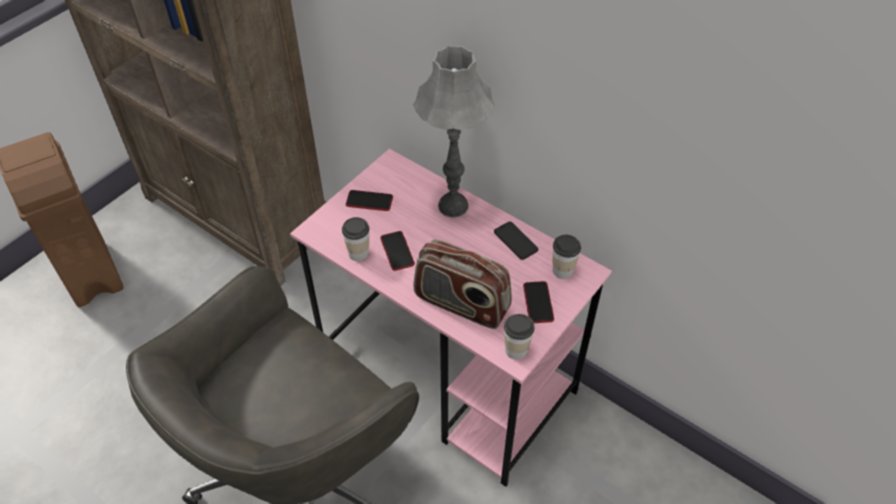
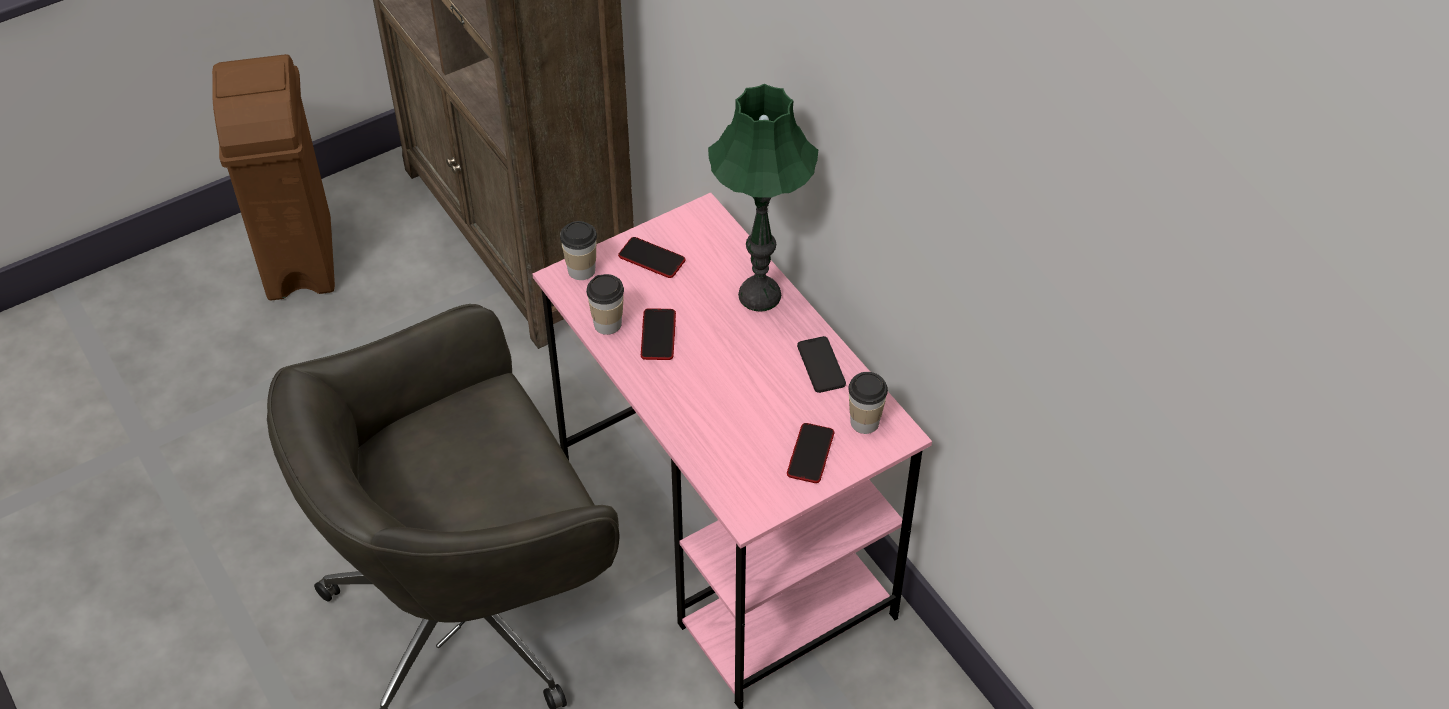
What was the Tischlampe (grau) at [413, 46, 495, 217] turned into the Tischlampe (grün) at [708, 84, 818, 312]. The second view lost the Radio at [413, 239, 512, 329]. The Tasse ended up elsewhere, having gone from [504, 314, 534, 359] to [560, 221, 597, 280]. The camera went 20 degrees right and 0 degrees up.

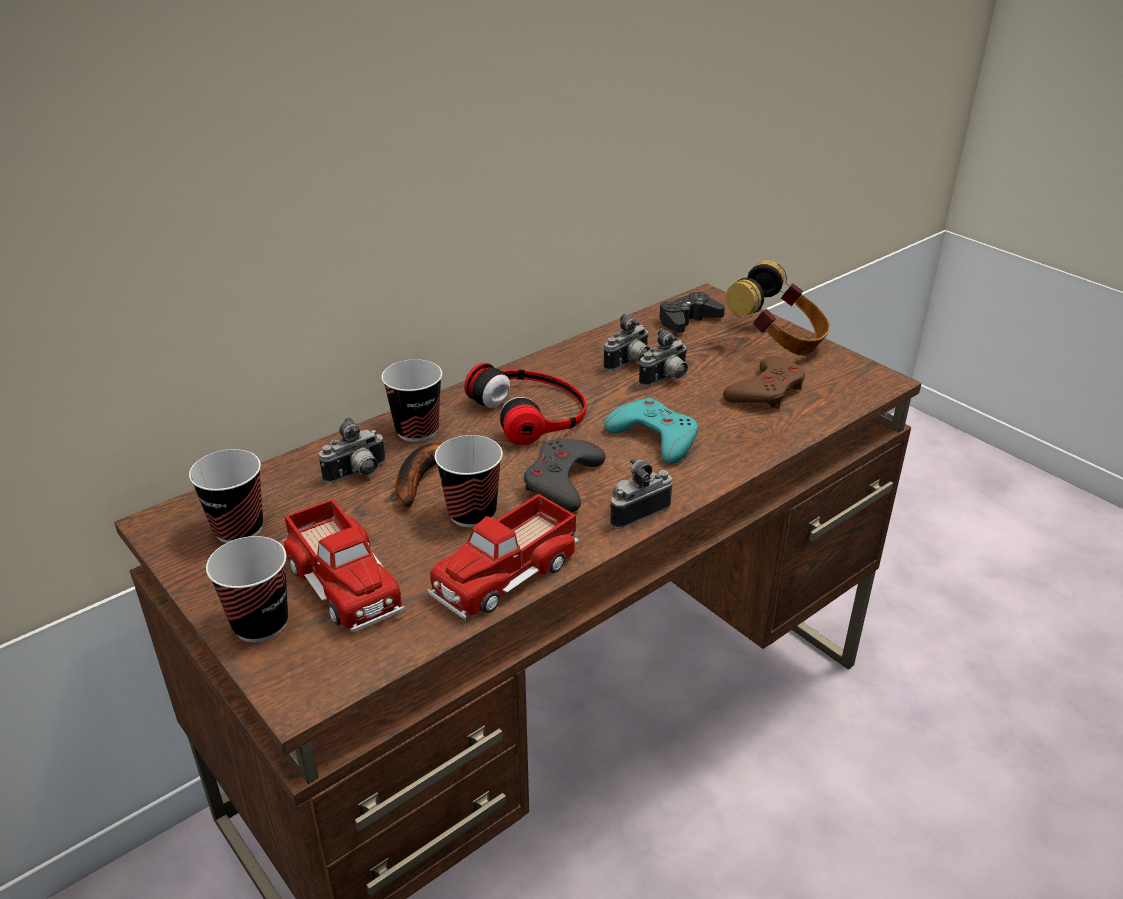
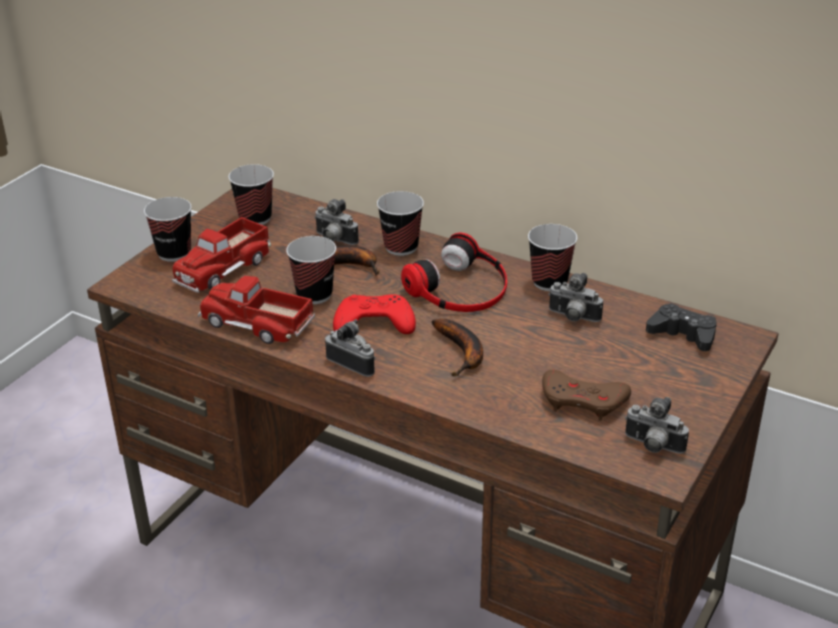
The second view lost the Kopfhörer at [726, 260, 830, 355]. The Kamera ended up elsewhere, having gone from [639, 328, 688, 386] to [625, 397, 689, 454]. Where the Gamepad (türkis) stood at [604, 398, 698, 464], the Banane came to stand at [431, 319, 483, 376]. What was the Gamepad (grau) at [524, 439, 606, 512] turned into the Gamepad (rot) at [333, 294, 416, 334]. The second view gained the Tasse at [528, 224, 577, 291]. The camera went 70 degrees right and 0 degrees up.

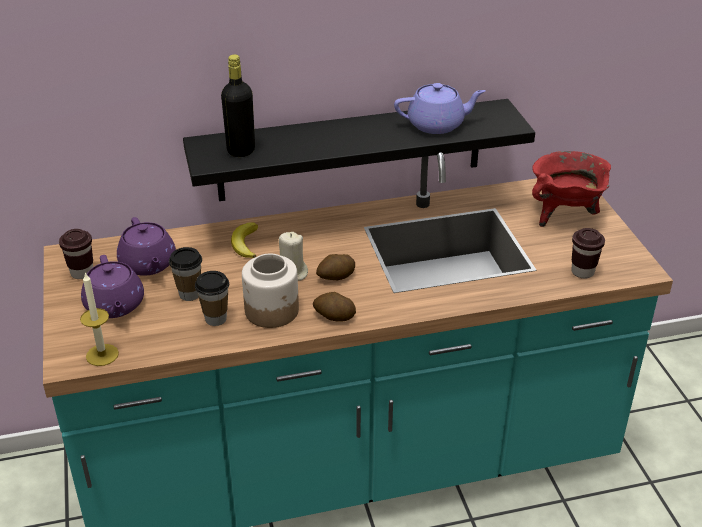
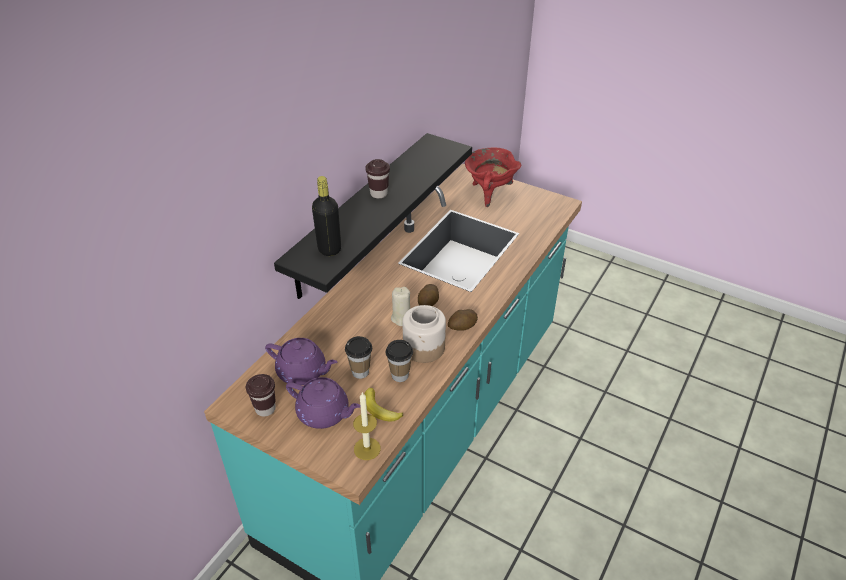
The second view lost the Teekanne (lila) at [394, 83, 486, 134]. The Banane ended up elsewhere, having gone from [231, 222, 258, 258] to [364, 388, 403, 422]. The Tasse (braun) ended up elsewhere, having gone from [571, 228, 605, 278] to [365, 159, 390, 199]. The camera went 45 degrees left and 5 degrees up.

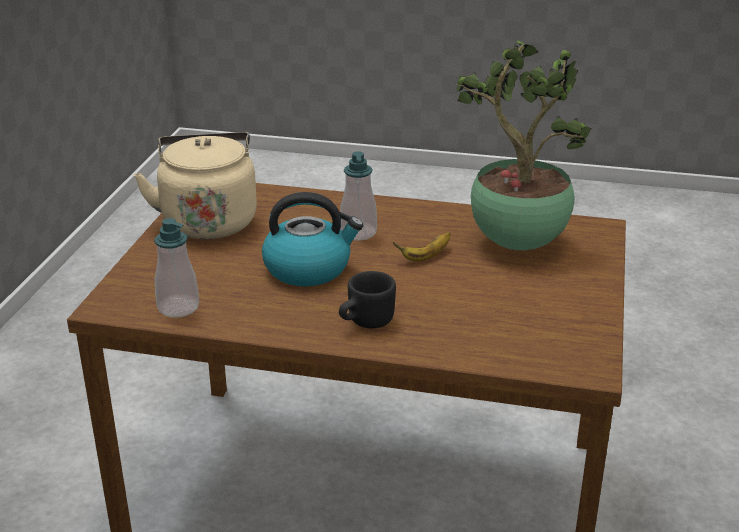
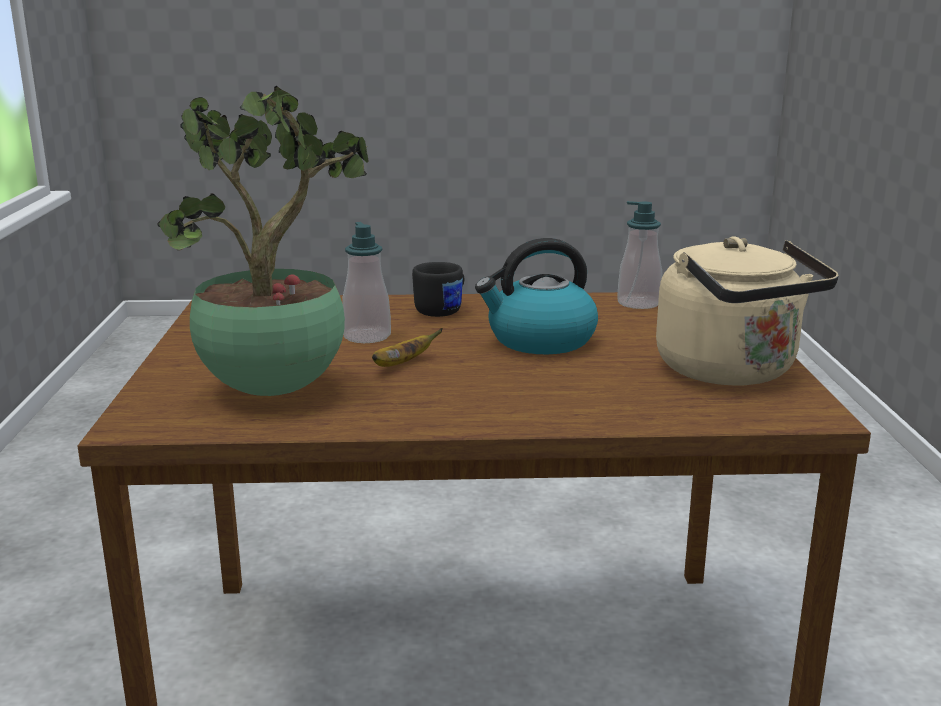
The Seifenspender ended up elsewhere, having gone from [340, 151, 377, 241] to [342, 222, 391, 343]. The camera went 165 degrees right and 10 degrees down.

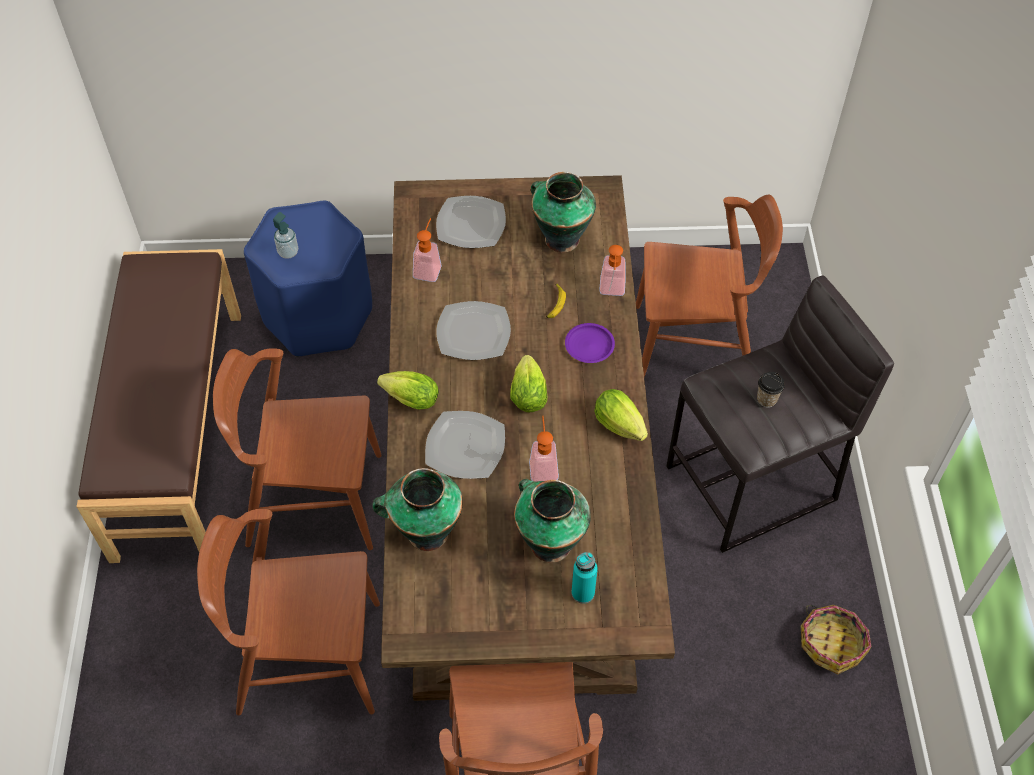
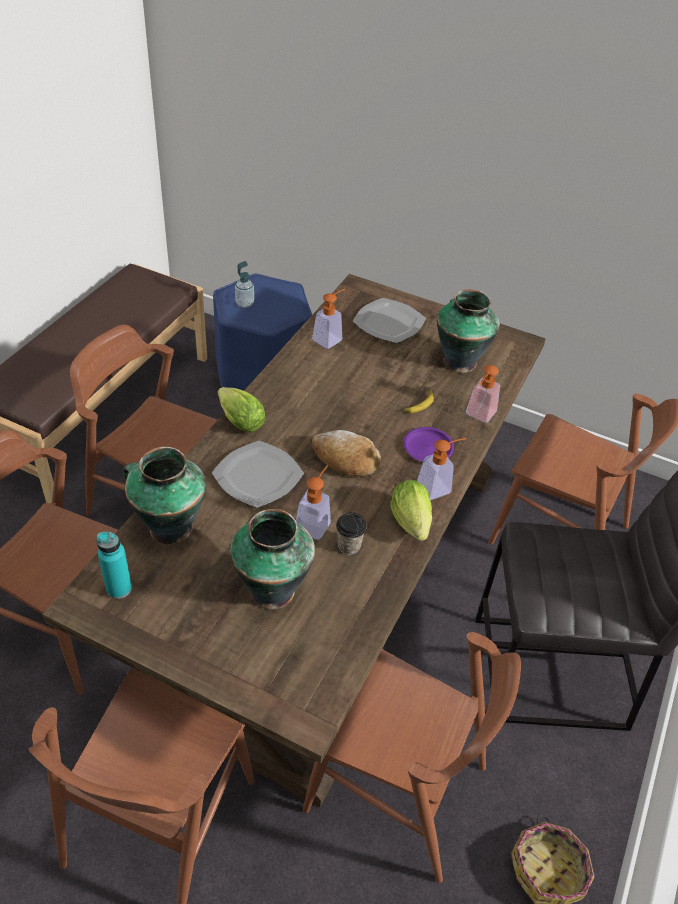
The second view lost the Teller at [436, 301, 511, 360]. Where the Salatkopf stood at [510, 355, 547, 412], the Brot came to stand at [312, 430, 381, 476]. The Tasse ended up elsewhere, having gone from [757, 372, 785, 408] to [336, 512, 366, 555]. The Flasche (türkis) ended up elsewhere, having gone from [571, 552, 598, 604] to [97, 532, 132, 599]. The second view gained the Seifenspender at [417, 438, 466, 500]. The second view gained the Stuhl (braun) at [303, 632, 521, 883]. The camera went 25 degrees right and 10 degrees down.

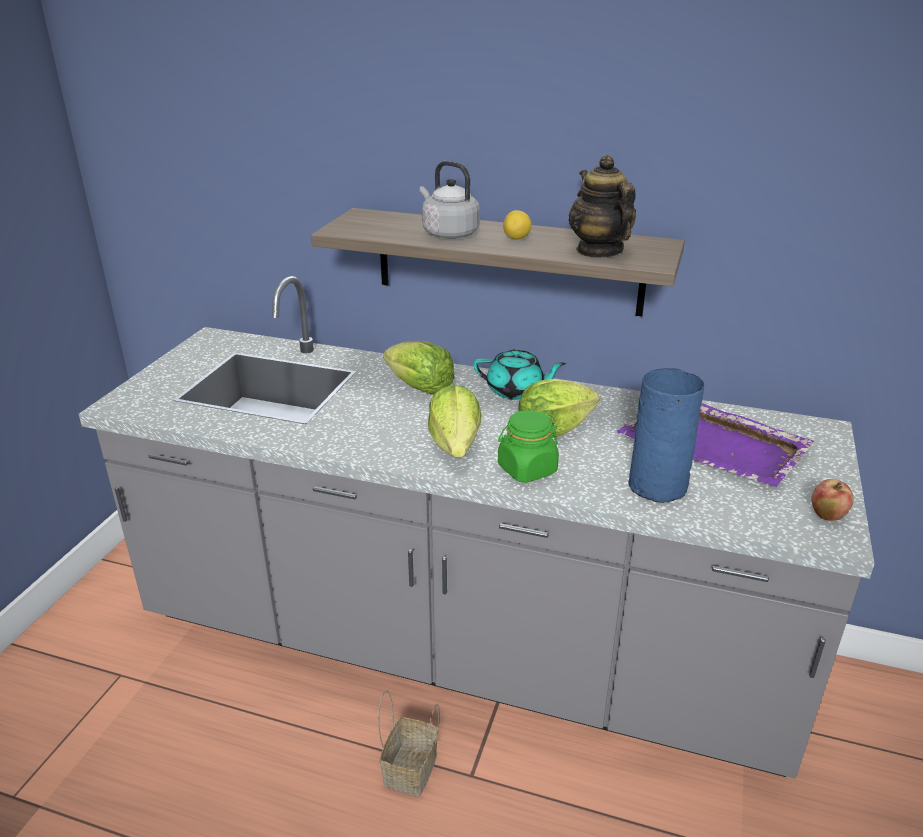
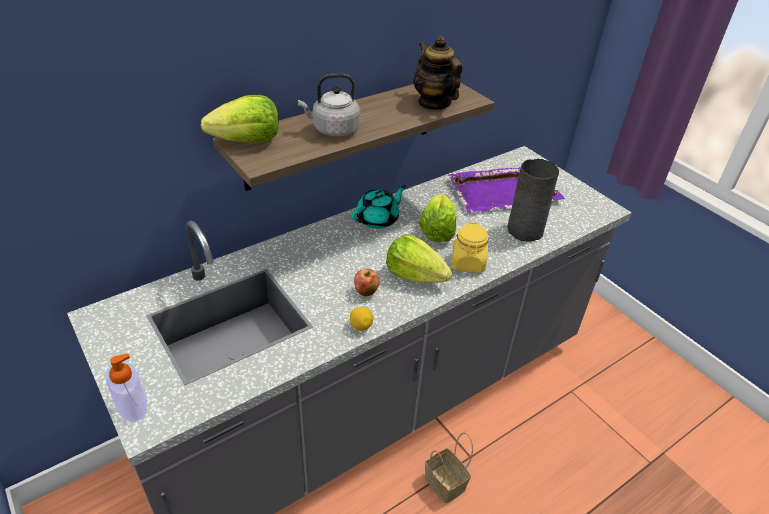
The Teekanne at [568, 155, 636, 258] ended up facing another way, 45 degrees clockwise from before. The Zitrone ended up elsewhere, having gone from [503, 210, 532, 240] to [350, 307, 373, 331]. The Salatkopf ended up elsewhere, having gone from [383, 341, 455, 395] to [201, 95, 279, 143]. What was the Vase (blau) at [629, 368, 704, 503] turned into the Vase (grau) at [507, 159, 559, 242]. What was the Vorratsglas (grün) at [498, 410, 559, 483] turned into the Vorratsglas (gelb) at [452, 222, 489, 273]. The Apfel ended up elsewhere, having gone from [811, 479, 854, 521] to [354, 269, 380, 296]. The second view gained the Seifenspender at [106, 353, 147, 422]. The camera went 55 degrees left and 10 degrees up.

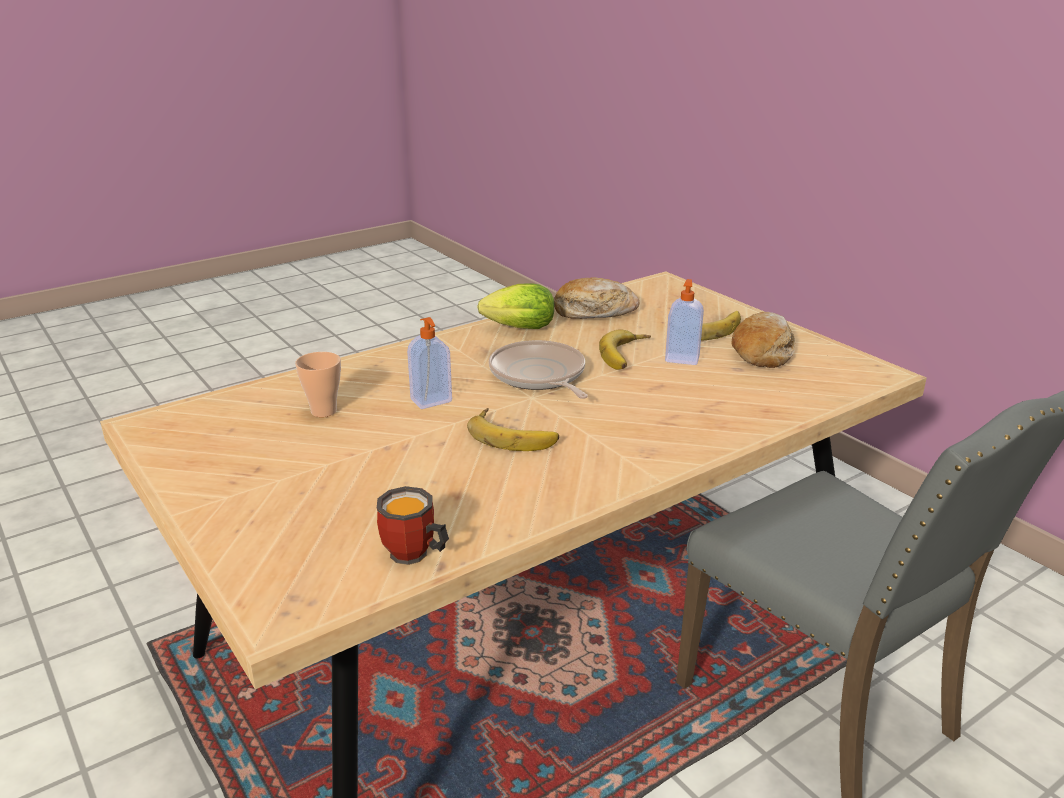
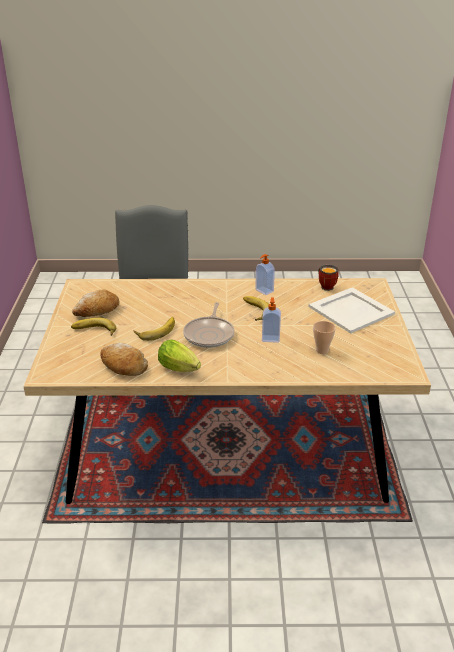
The Seifenspender ended up elsewhere, having gone from [665, 279, 704, 365] to [255, 254, 275, 295]. The second view gained the Tablett (weiß) at [309, 287, 395, 334]. The camera went 145 degrees left and 5 degrees up.

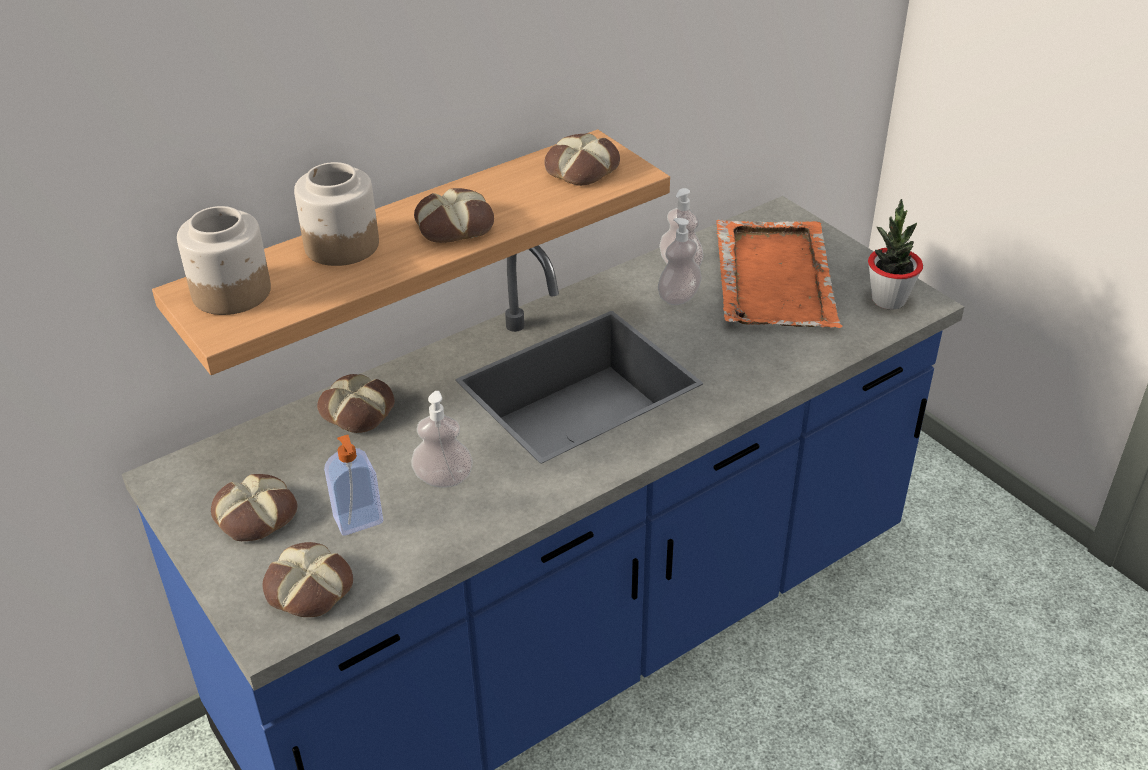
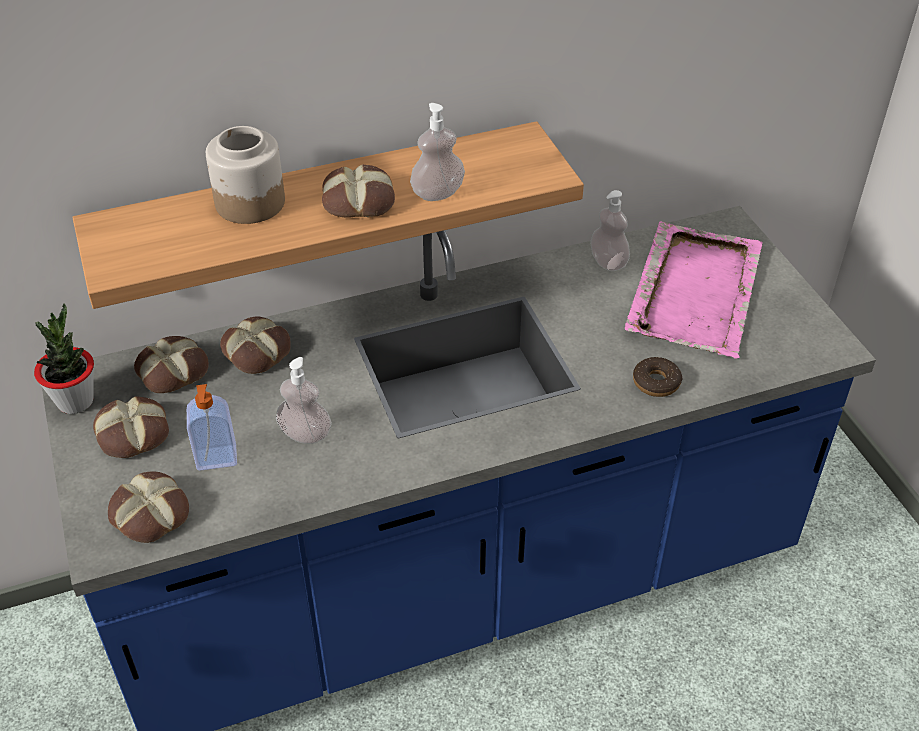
The Brot ended up elsewhere, having gone from [545, 133, 620, 186] to [134, 336, 209, 393]. The Topfpflanze ended up elsewhere, having gone from [868, 199, 923, 310] to [34, 303, 94, 414]. The second view lost the Vorratsglas at [177, 206, 271, 315]. The Seifenspender ended up elsewhere, having gone from [658, 218, 702, 305] to [410, 103, 465, 201]. What was the Tablett (orange) at [716, 219, 843, 328] turned into the Tablett (rosa) at [625, 221, 763, 358]. The second view gained the Donut at [633, 357, 682, 397]. The camera went 15 degrees right and 5 degrees up.

